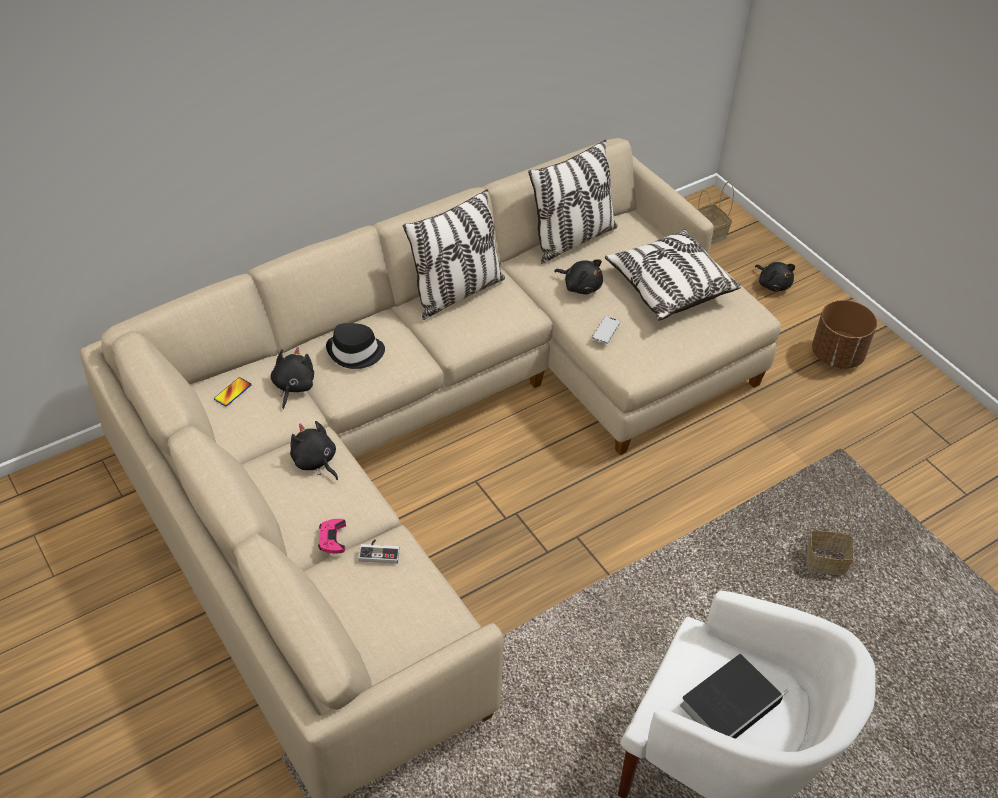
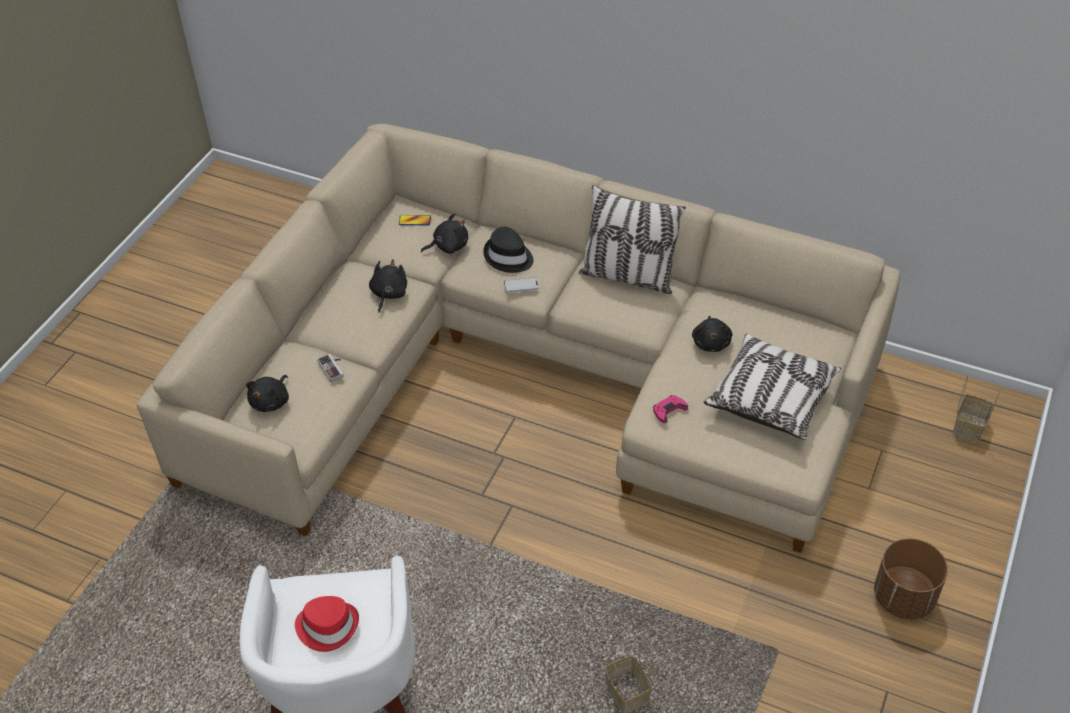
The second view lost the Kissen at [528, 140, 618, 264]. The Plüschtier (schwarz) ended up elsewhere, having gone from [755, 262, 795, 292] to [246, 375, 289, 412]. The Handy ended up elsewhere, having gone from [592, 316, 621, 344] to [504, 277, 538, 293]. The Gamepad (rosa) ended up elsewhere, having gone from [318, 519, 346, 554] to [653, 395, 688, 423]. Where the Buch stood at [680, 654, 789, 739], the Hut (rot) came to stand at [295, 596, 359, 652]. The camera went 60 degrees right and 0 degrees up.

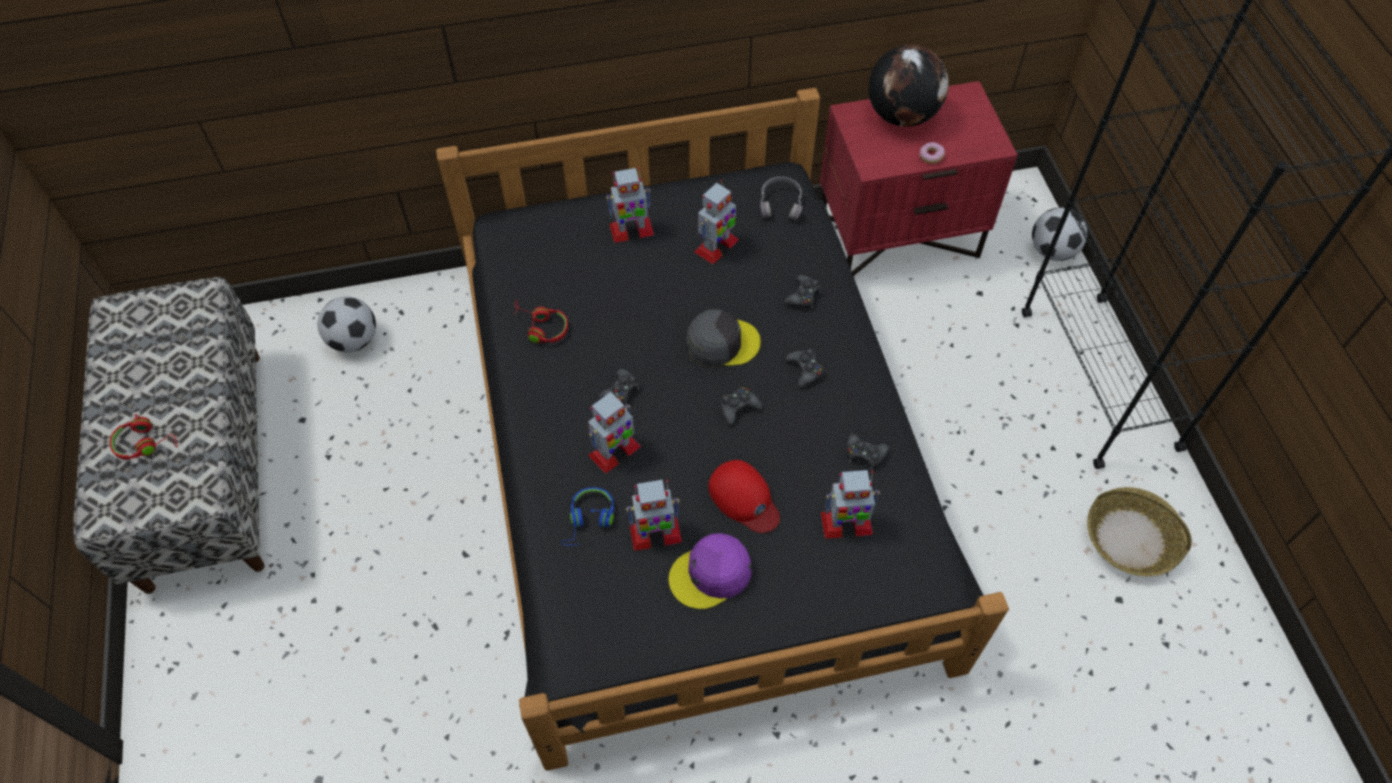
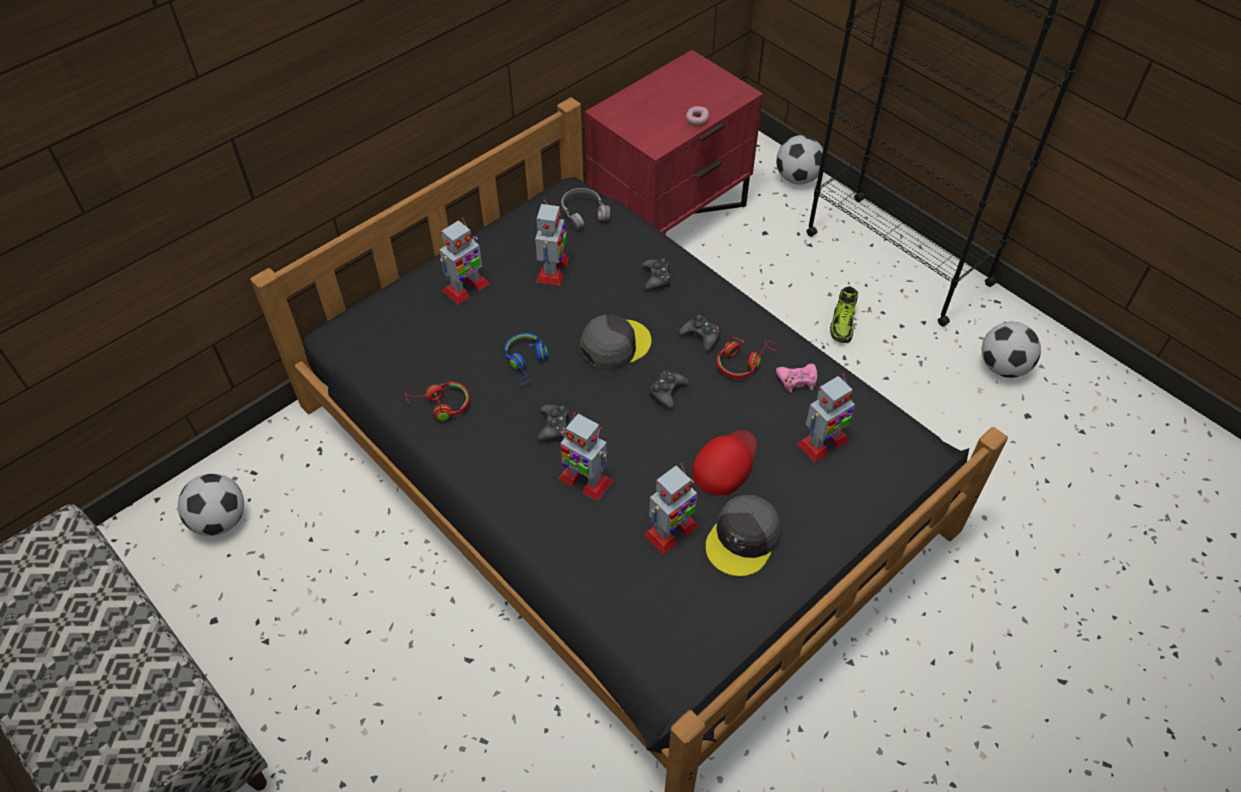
The second view lost the Globus at [868, 44, 949, 127]. The Spielzeugroboter at [588, 390, 641, 474] ended up facing another way, 105 degrees clockwise from before. The Kopfhörer (rot) ended up elsewhere, having gone from [109, 414, 178, 460] to [717, 337, 778, 379]. What was the Gamepad (schwarz) at [846, 434, 889, 470] turned into the Gamepad (rosa) at [776, 364, 817, 393]. The Kappe (rot) at [708, 460, 780, 533] ended up facing another way, 75 degrees counterclockwise from before. The Kopfhörer (blau) ended up elsewhere, having gone from [561, 487, 614, 546] to [504, 333, 548, 385]. Where the Korb stood at [1087, 487, 1192, 576], the Fußball came to stand at [982, 322, 1041, 378]. What was the Kappe (lila) at [669, 533, 752, 609] turned into the Kappe (grau) at [706, 495, 781, 577]. The second view gained the Schuh at [830, 286, 858, 343]. The camera went 30 degrees left and 5 degrees down.

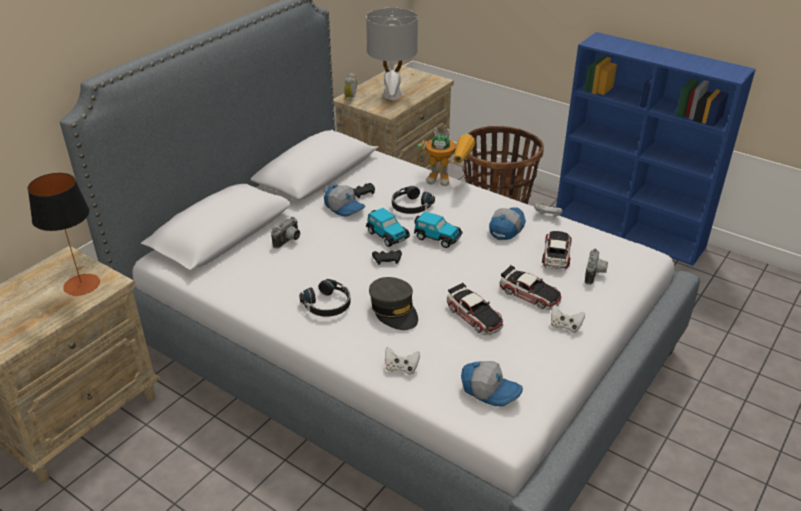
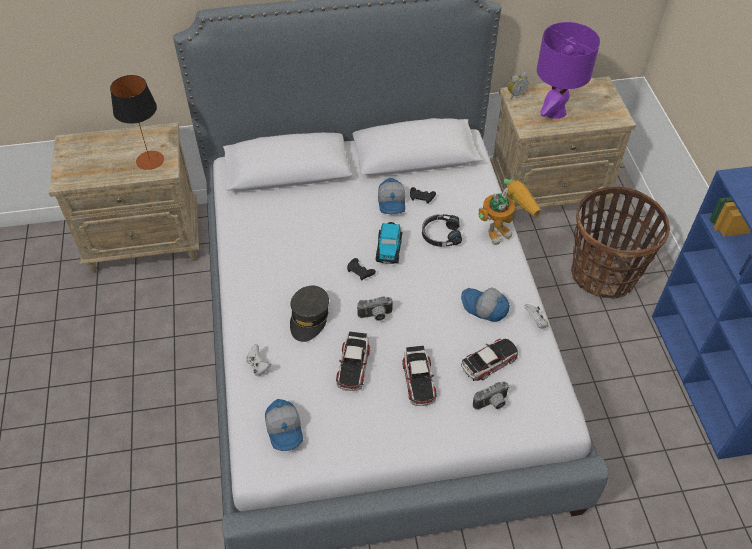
What was the Tischlampe (grau) at [366, 7, 418, 100] turned into the Tischlampe (lila) at [537, 22, 600, 119]. The Spielzeugroboter at [417, 127, 475, 186] ended up facing another way, 90 degrees counterclockwise from before. The Kappe at [489, 207, 526, 240] ended up facing another way, 135 degrees counterclockwise from before. The second view lost the Spielzeugauto at [414, 211, 462, 248]. The Kamera ended up elsewhere, having gone from [271, 217, 300, 249] to [357, 296, 393, 321]. The second view lost the Kopfhörer (schwarz) at [299, 279, 350, 317]. The second view lost the Gamepad (weiß) at [551, 305, 585, 333]. The camera went 45 degrees right and 15 degrees up.

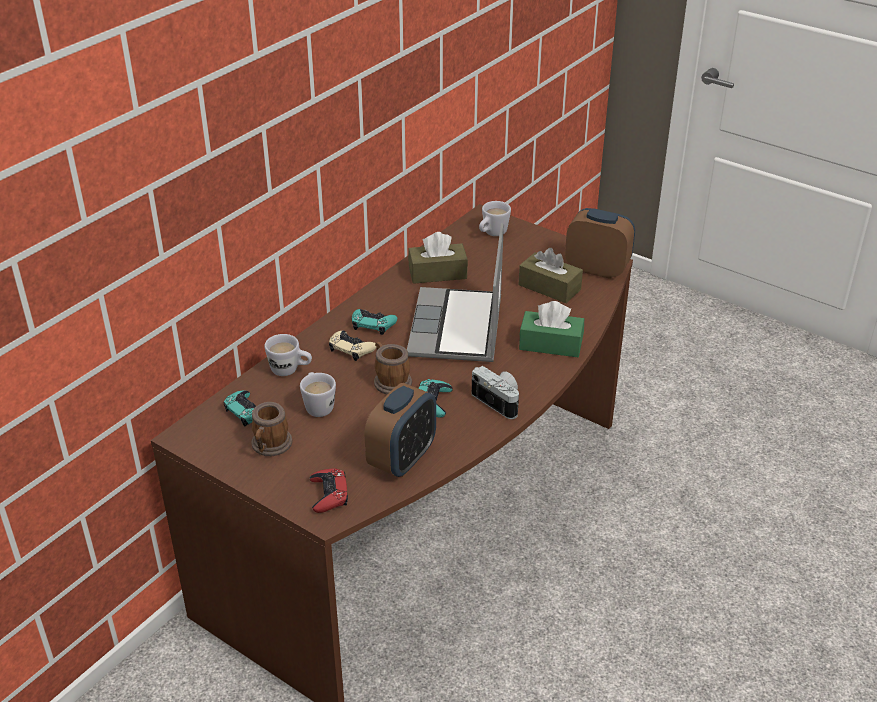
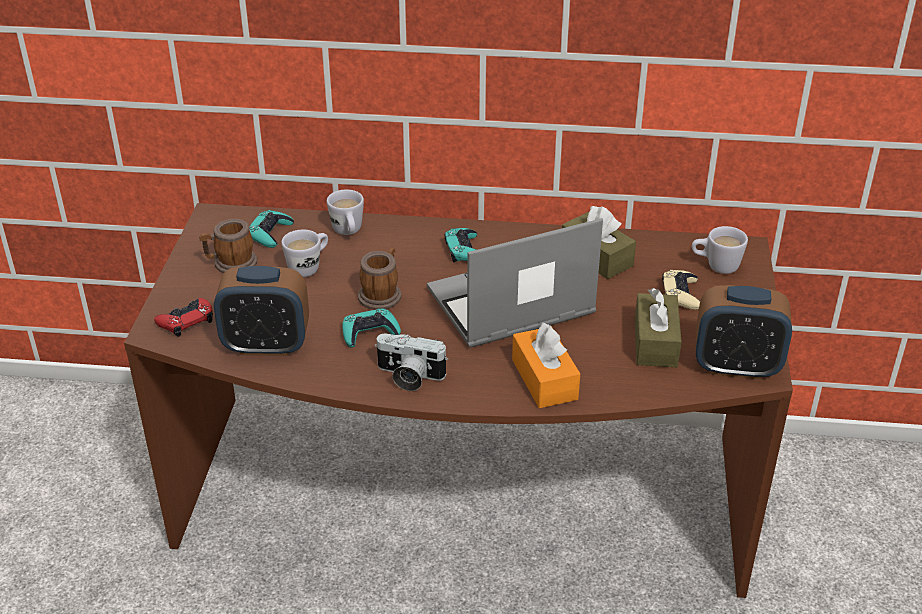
The Wecker at [565, 208, 635, 279] ended up facing another way, 105 degrees clockwise from before. What was the Taschentuchbox (grün) at [519, 301, 584, 357] turned into the Taschentuchbox (orange) at [512, 322, 580, 408]. The Gamepad (beige) ended up elsewhere, having gone from [329, 331, 377, 361] to [662, 270, 700, 310]. The Kamera at [472, 366, 519, 419] ended up facing another way, 90 degrees clockwise from before. The camera went 60 degrees right and 0 degrees up.

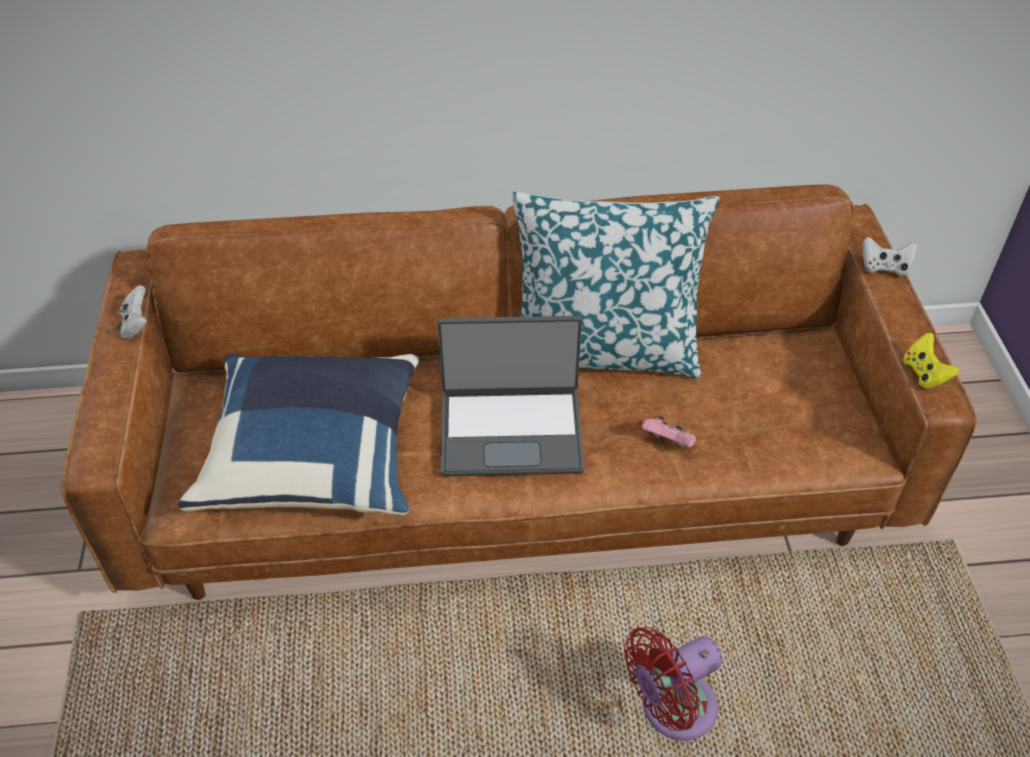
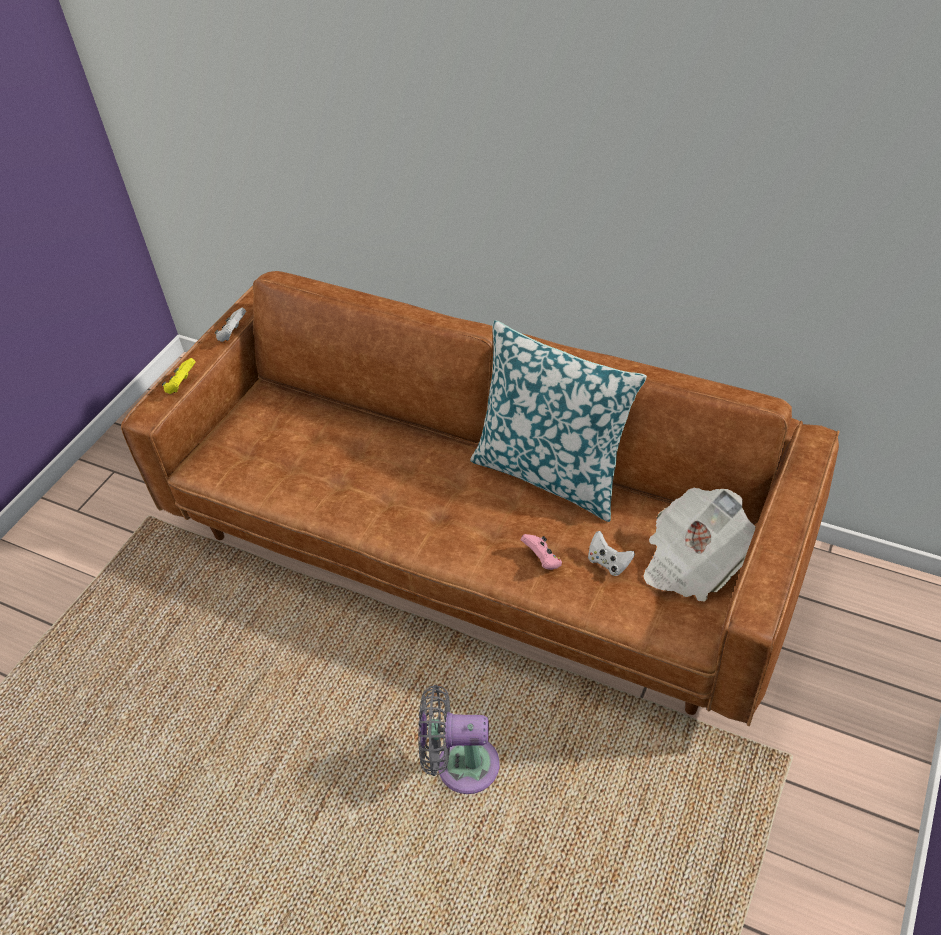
The Gamepad (weiß) ended up elsewhere, having gone from [863, 236, 917, 276] to [588, 531, 635, 576]. The second view lost the Laptop at [437, 316, 585, 476]. The Gamepad (gelb) ended up elsewhere, having gone from [903, 333, 959, 389] to [162, 358, 196, 394]. The second view lost the Kissen (blau) at [178, 354, 419, 515]. What was the Ventilator (rot) at [624, 627, 723, 741] turned into the Ventilator (grau) at [418, 685, 500, 794]. The second view gained the Zeitung at [643, 488, 755, 602]. The camera went 35 degrees right and 0 degrees up.

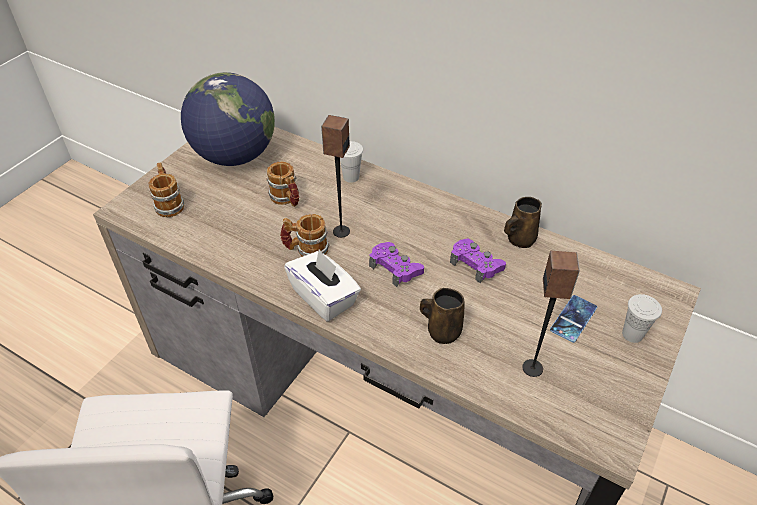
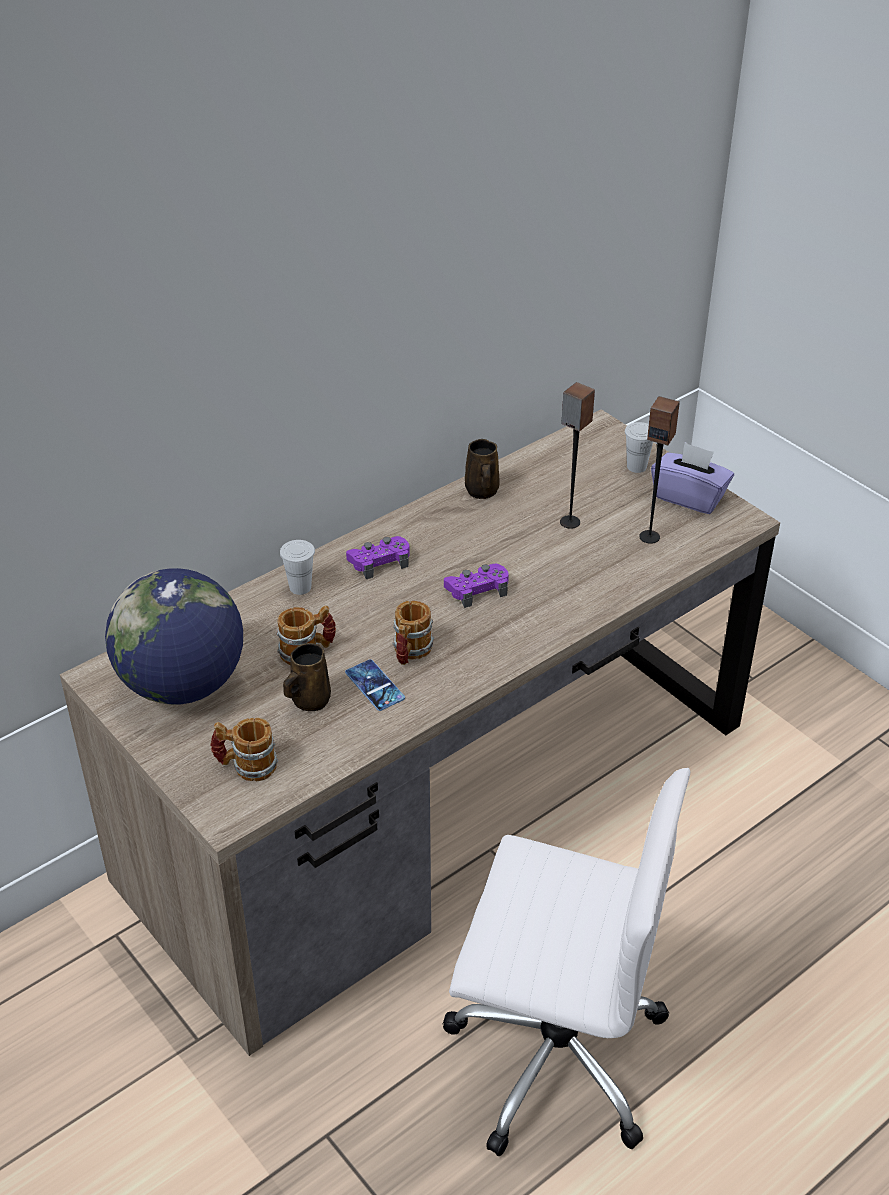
The Lautsprecher ended up elsewhere, having gone from [321, 115, 350, 238] to [560, 382, 595, 529]. The Gamepad (lila) ended up elsewhere, having gone from [450, 239, 506, 283] to [346, 536, 410, 579]. The second view lost the Taschentuchbox (weiß) at [284, 249, 361, 322]. The Henkelbecher (braun) ended up elsewhere, having gone from [420, 288, 465, 344] to [283, 643, 331, 711]. The Handy ended up elsewhere, having gone from [550, 295, 597, 343] to [345, 659, 405, 711]. The second view gained the Taschentuchbox (lila) at [651, 442, 734, 514]. The camera went 70 degrees left and 5 degrees down.

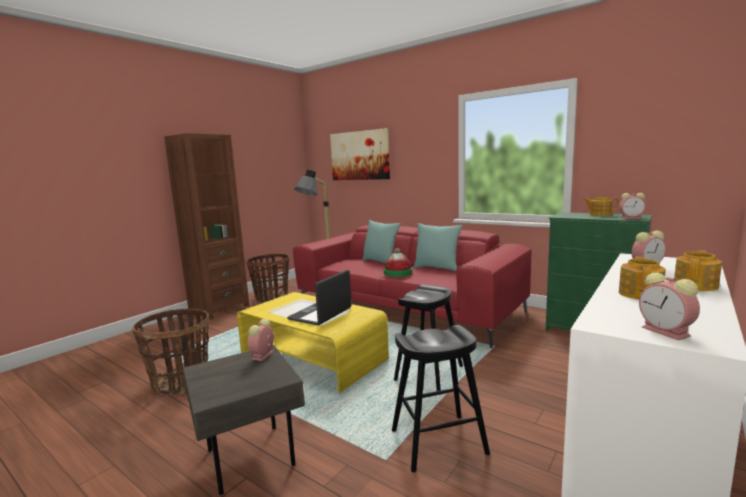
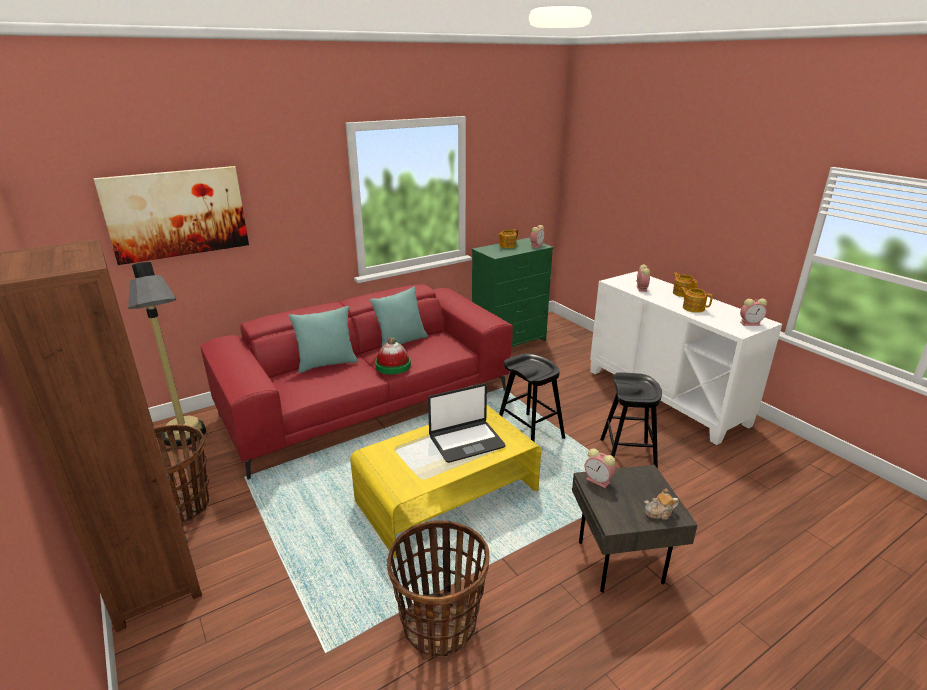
The Laptop at [287, 270, 352, 326] ended up facing another way, 75 degrees counterclockwise from before. The second view gained the Teekanne at [644, 489, 679, 520]. The camera went 70 degrees left and 15 degrees up.

